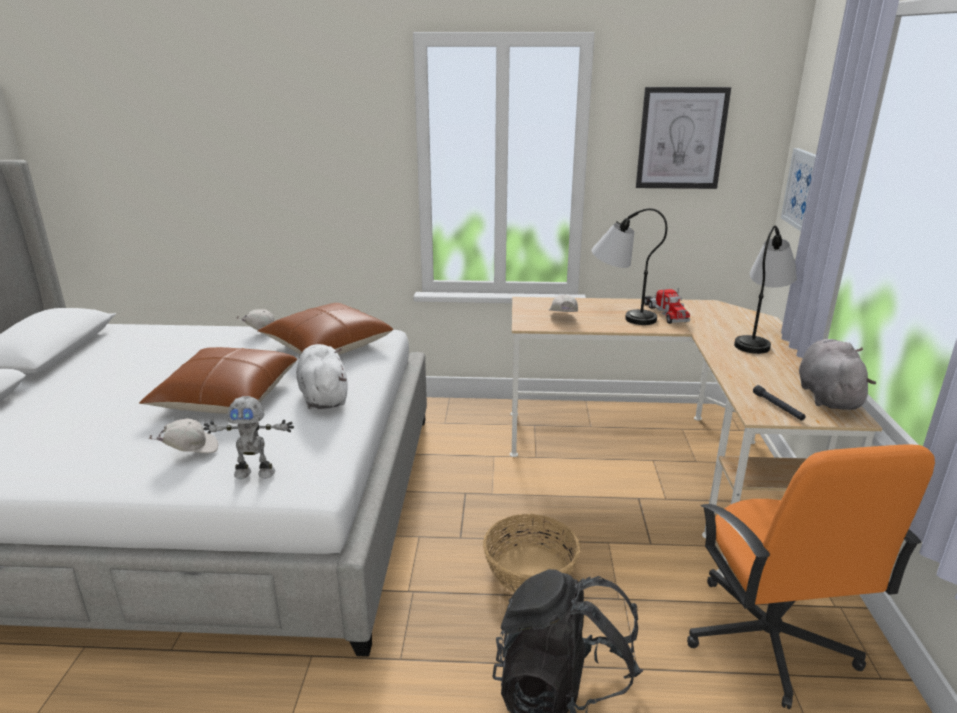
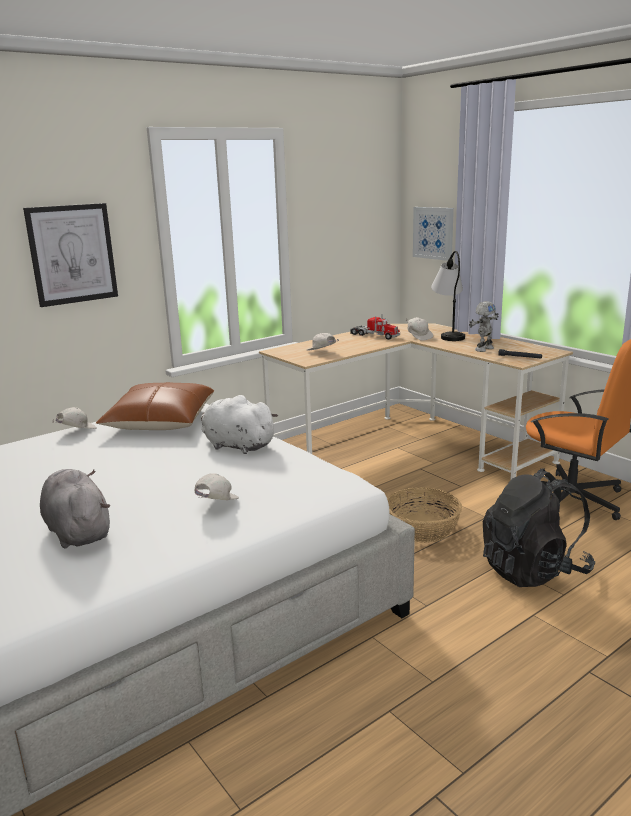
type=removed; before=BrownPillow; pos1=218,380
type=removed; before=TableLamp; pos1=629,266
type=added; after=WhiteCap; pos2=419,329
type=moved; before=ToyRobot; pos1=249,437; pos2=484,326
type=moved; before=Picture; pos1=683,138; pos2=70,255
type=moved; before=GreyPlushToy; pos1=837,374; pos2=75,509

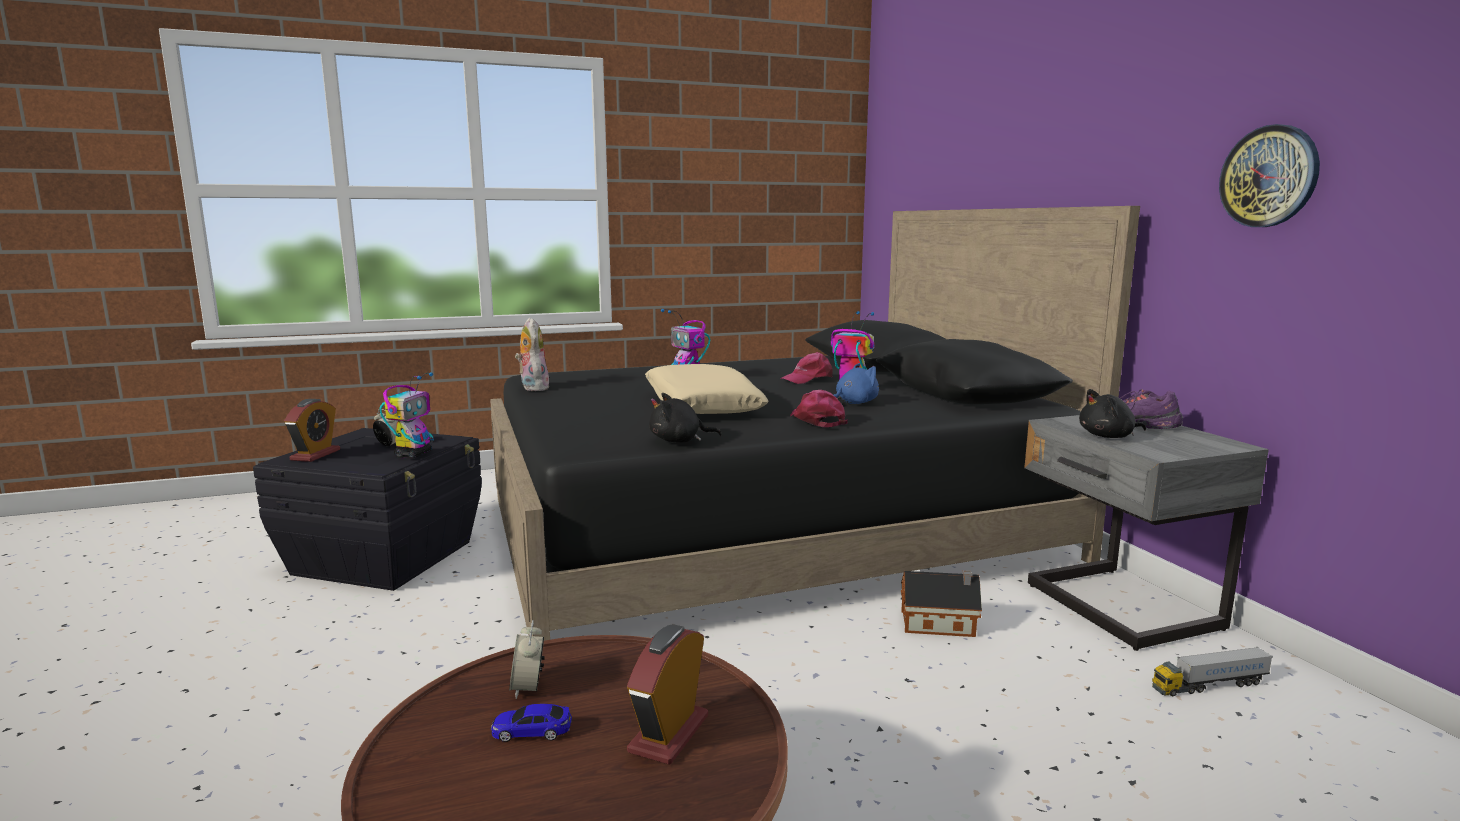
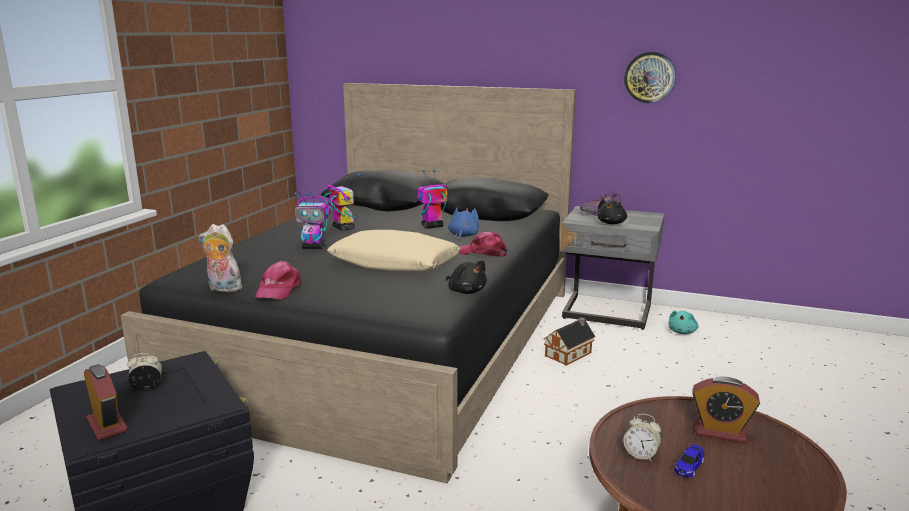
type=moved; before=ToyRobot; pos1=406,415; pos2=342,201
type=moved; before=PinkCap; pos1=806,368; pos2=278,280
type=replaced; before=ToyTruck; after=TurquoisePlushToy; pos1=1212,671; pos2=683,322
type=turned; before=AlarmClock; pos1=667,694; pos2=726,410; turn=-45
type=turned; before=BlackPlushToy; pos1=685,417; pos2=466,277; turn=-75

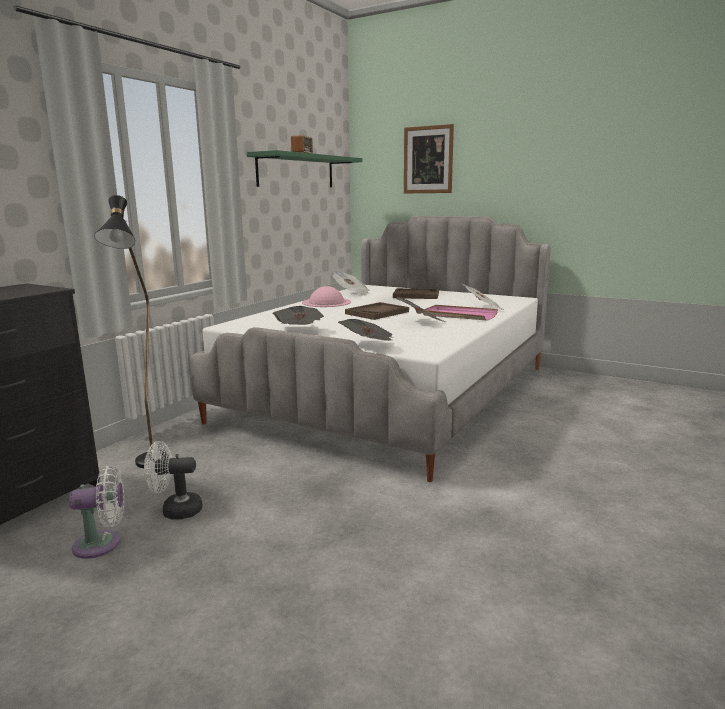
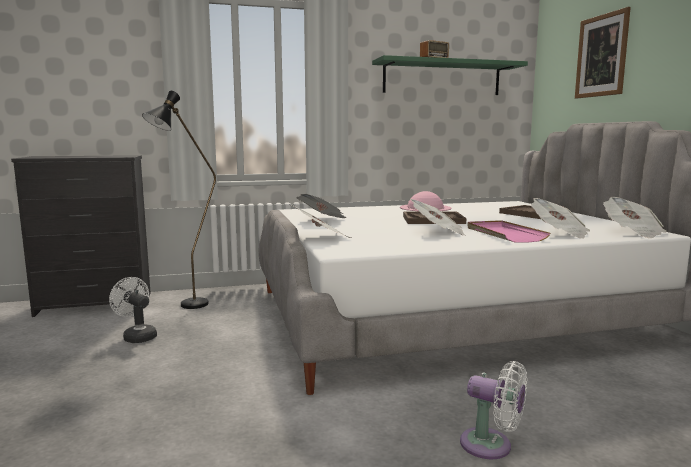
type=moved; before=WhiteFan; pos1=96,512; pos2=493,410
type=moved; before=Newspaper; pos1=351,283; pos2=635,217

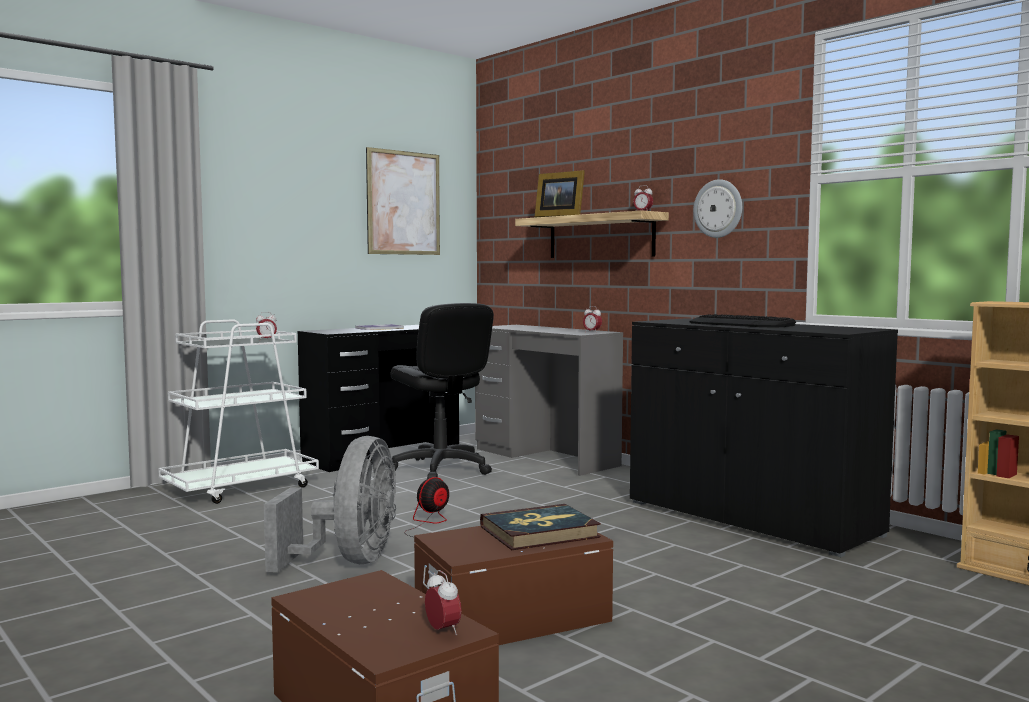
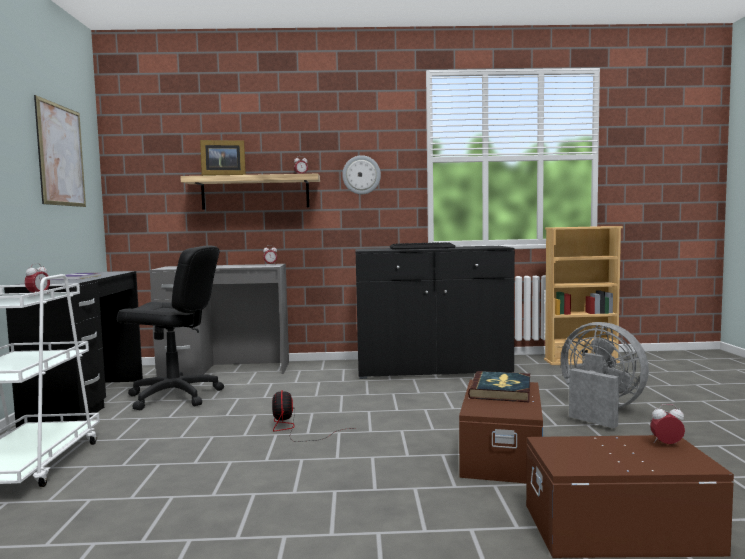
type=moved; before=GreyFan; pos1=330,504; pos2=604,375

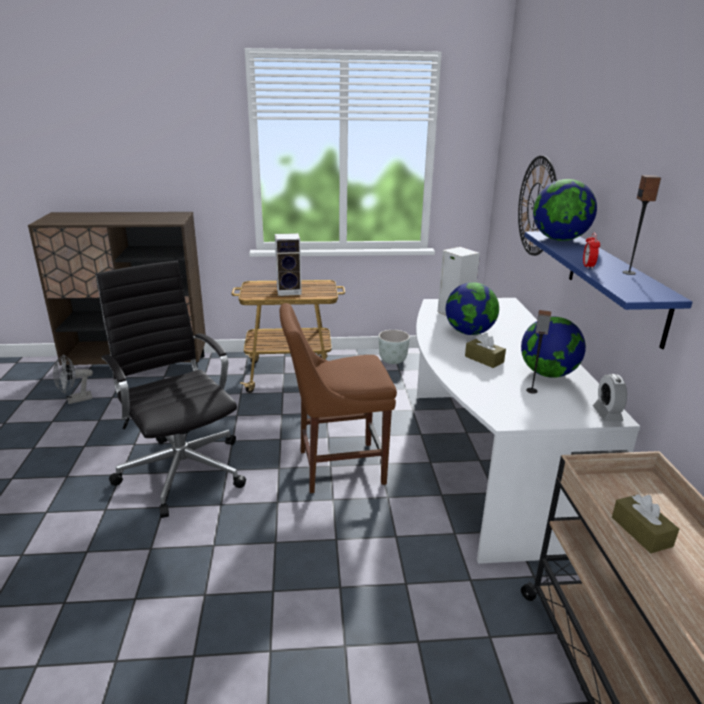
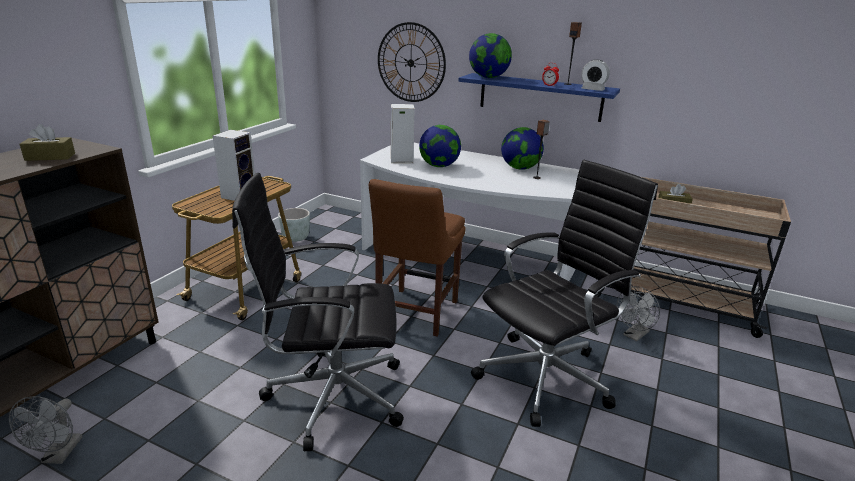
type=added; after=BlackOfficeChair; pos2=564,293
type=added; after=GreyFan; pos2=638,314
type=moved; before=BrownTissueBox; pos1=485,350; pos2=47,142
type=moved; before=AlarmClock; pos1=609,397; pos2=596,75

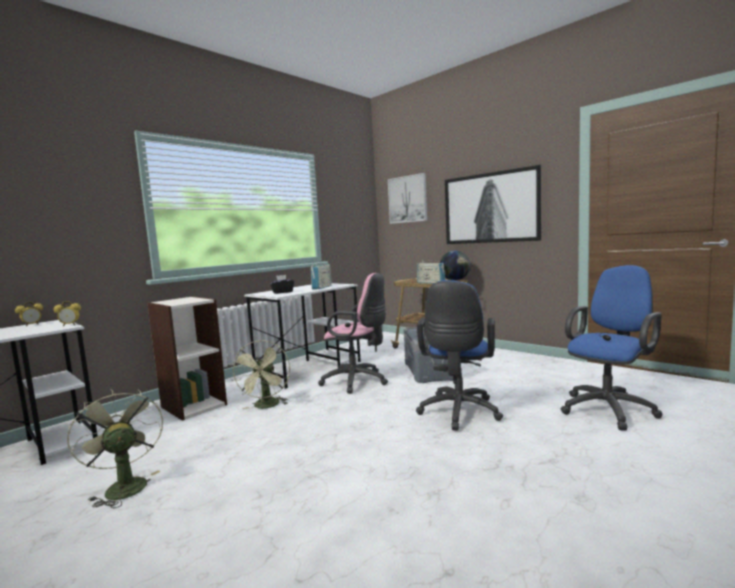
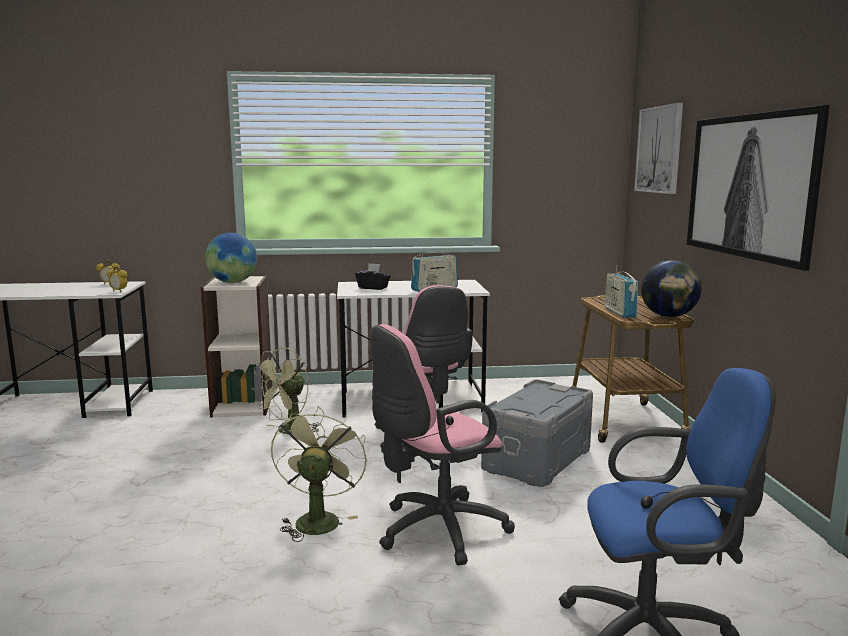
type=added; after=Globe; pos2=231,258
type=moved; before=GreenFan; pos1=115,448; pos2=319,474
type=recoloured; before=BlueOfficeChair; after=PinkOfficeChair; pos1=459,355; pos2=442,445

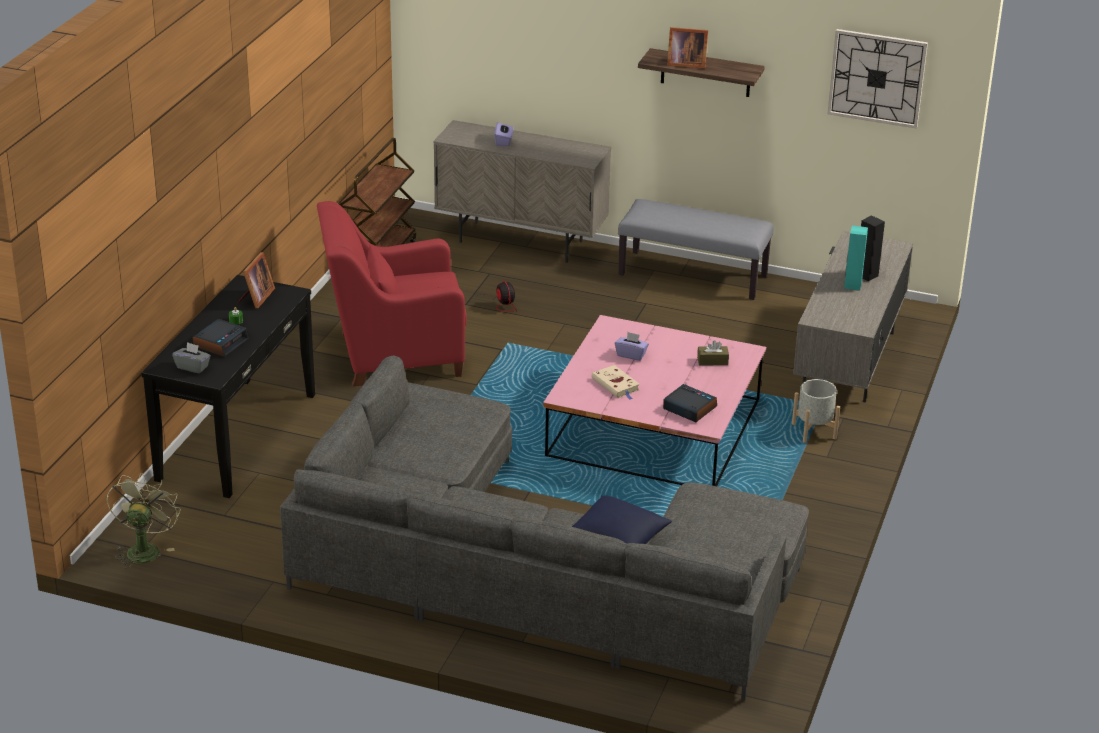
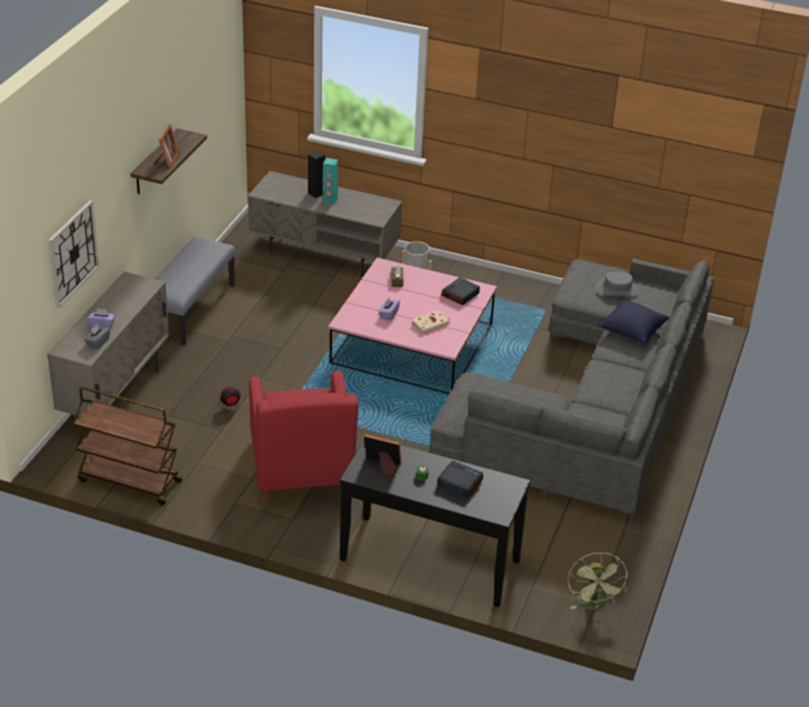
type=added; after=GreyHat; pos2=617,284
type=moved; before=GreyTissueBox; pos1=191,358; pos2=97,337
type=moved; before=WallClock; pos1=878,79; pos2=73,254
type=turned; before=GreenFan; pos1=144,521; pos2=598,581; turn=-105

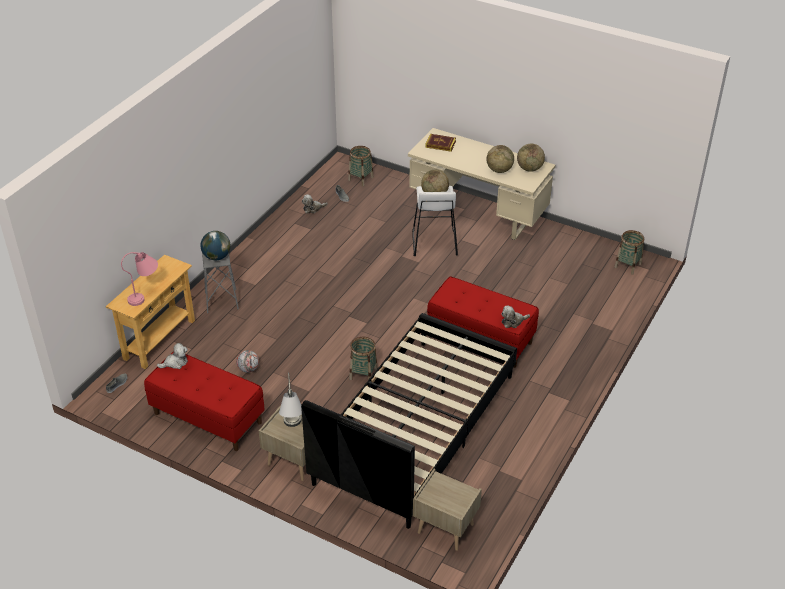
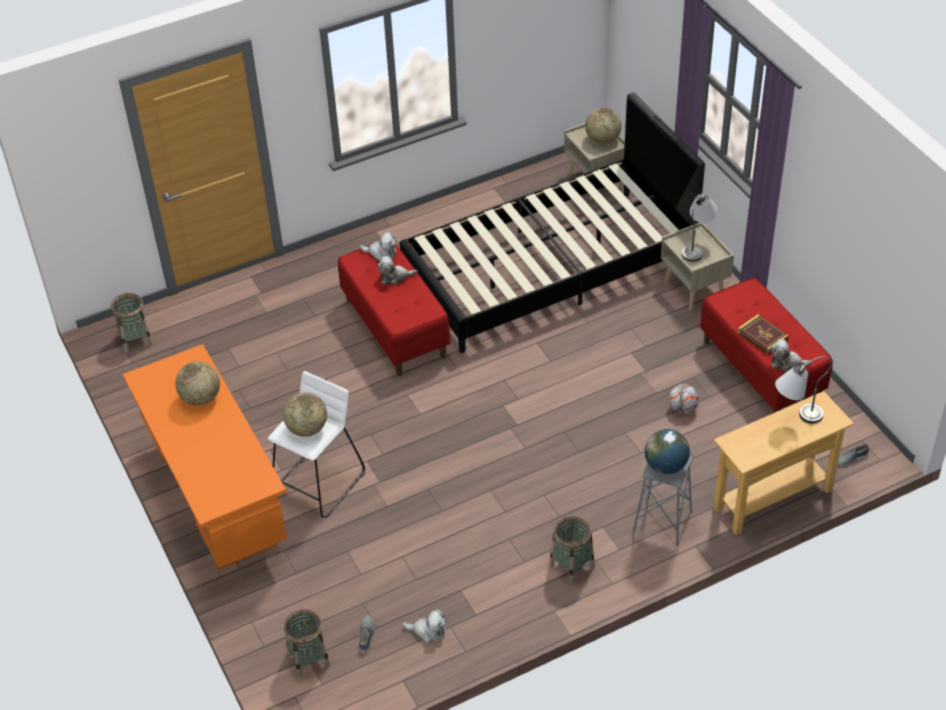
type=added; after=PlushToy; pos2=397,270
type=moved; before=Basket; pos1=363,358; pos2=572,550
type=moved; before=Book; pos1=440,143; pos2=763,334
type=moved; before=Globe; pos1=531,158; pos2=603,126
type=recoloured; before=PinkTableLamp; after=GreyTableLamp; pos1=139,279; pos2=803,390
type=recoloured; before=BeigeDesk; after=OrangeDesk; pos1=482,184; pos2=205,457

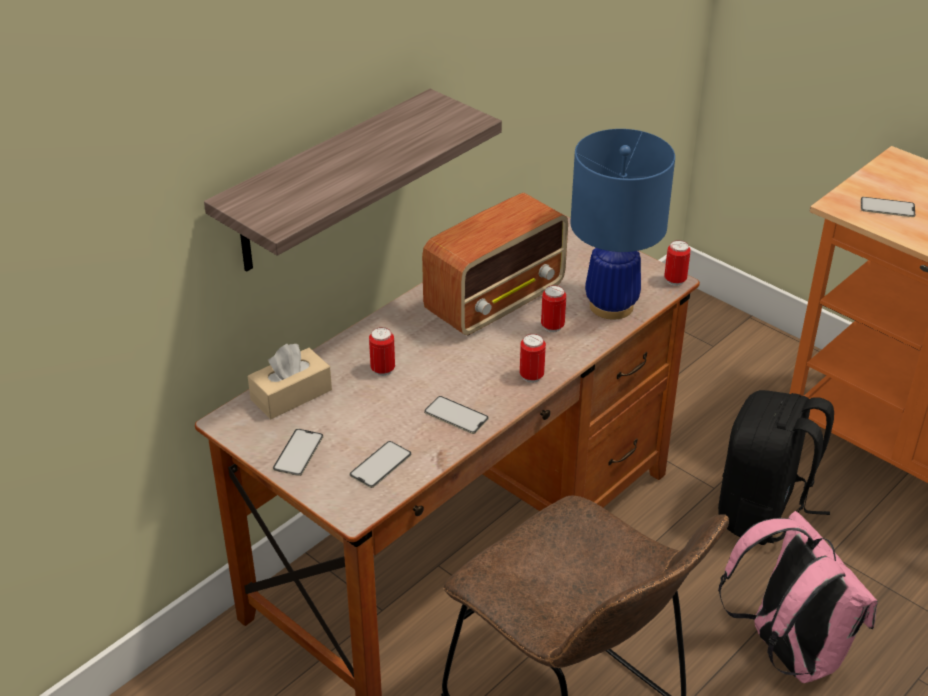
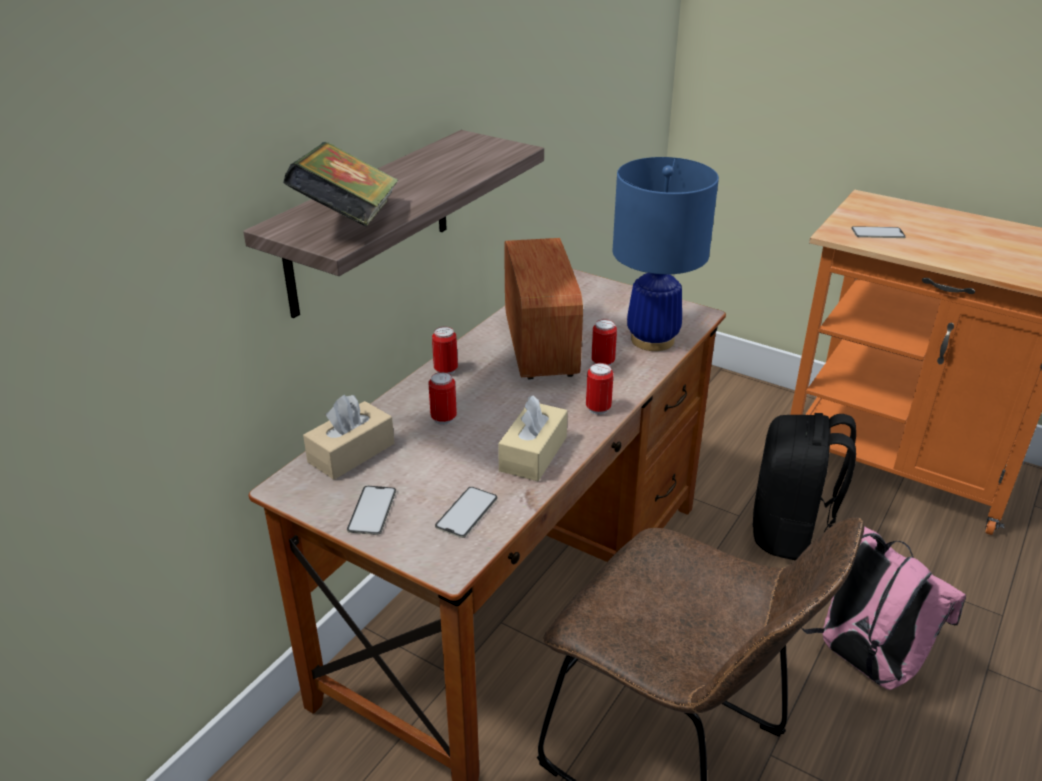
type=added; after=Book; pos2=340,184
type=moved; before=Can; pos1=677,263; pos2=445,351
type=replaced; before=Phone; after=BeigeTissueBox; pos1=456,415; pos2=533,438
type=turned; before=Radio; pos1=495,264; pos2=543,309; turn=-45

